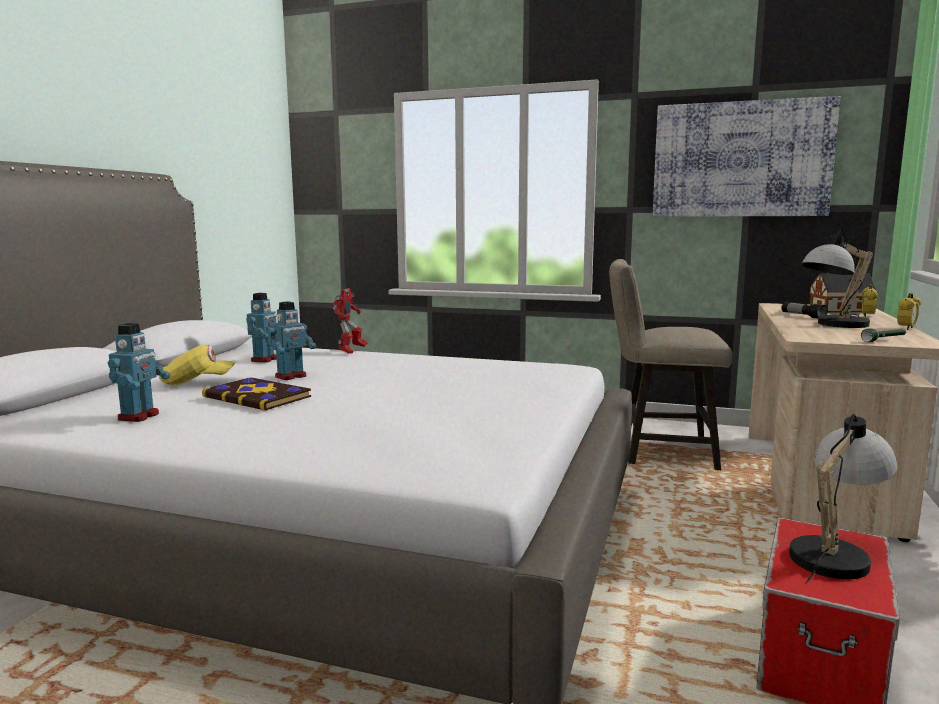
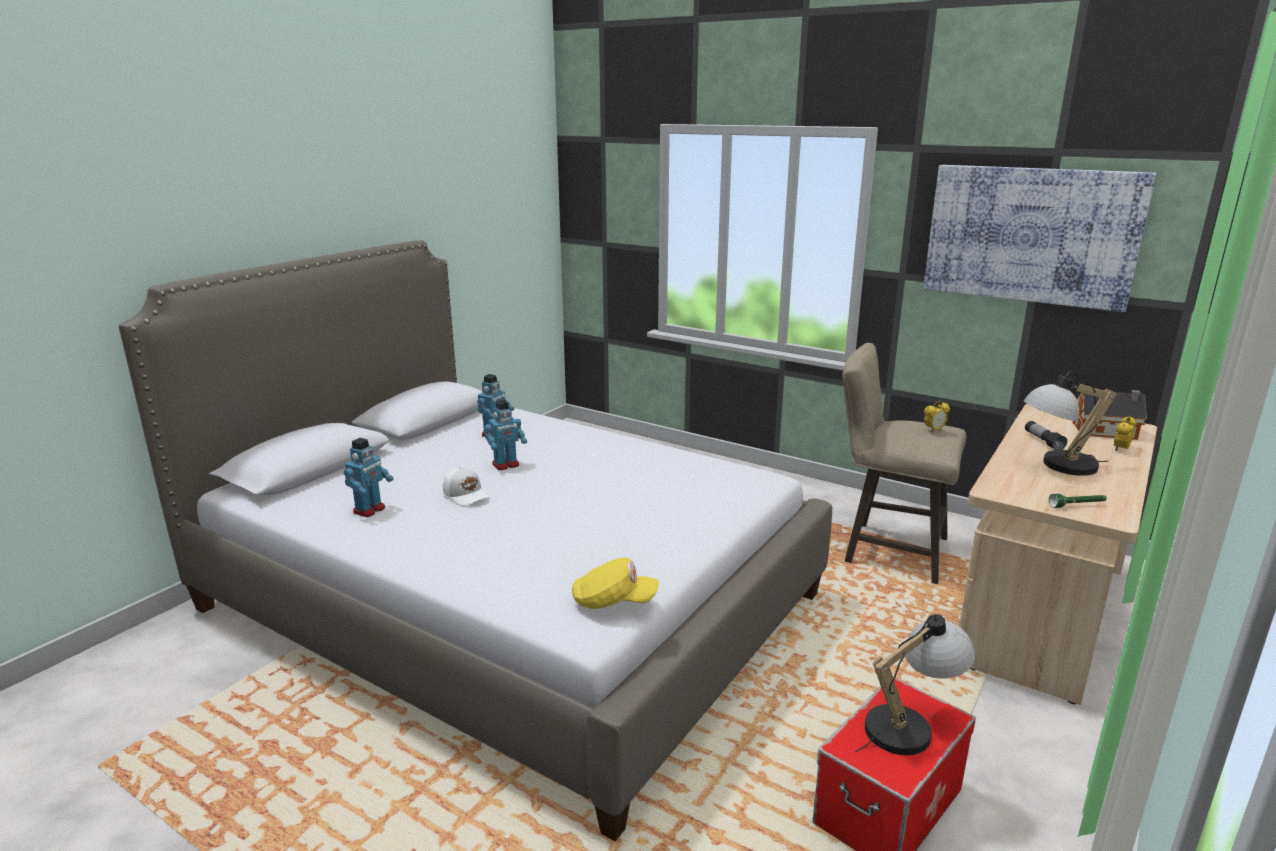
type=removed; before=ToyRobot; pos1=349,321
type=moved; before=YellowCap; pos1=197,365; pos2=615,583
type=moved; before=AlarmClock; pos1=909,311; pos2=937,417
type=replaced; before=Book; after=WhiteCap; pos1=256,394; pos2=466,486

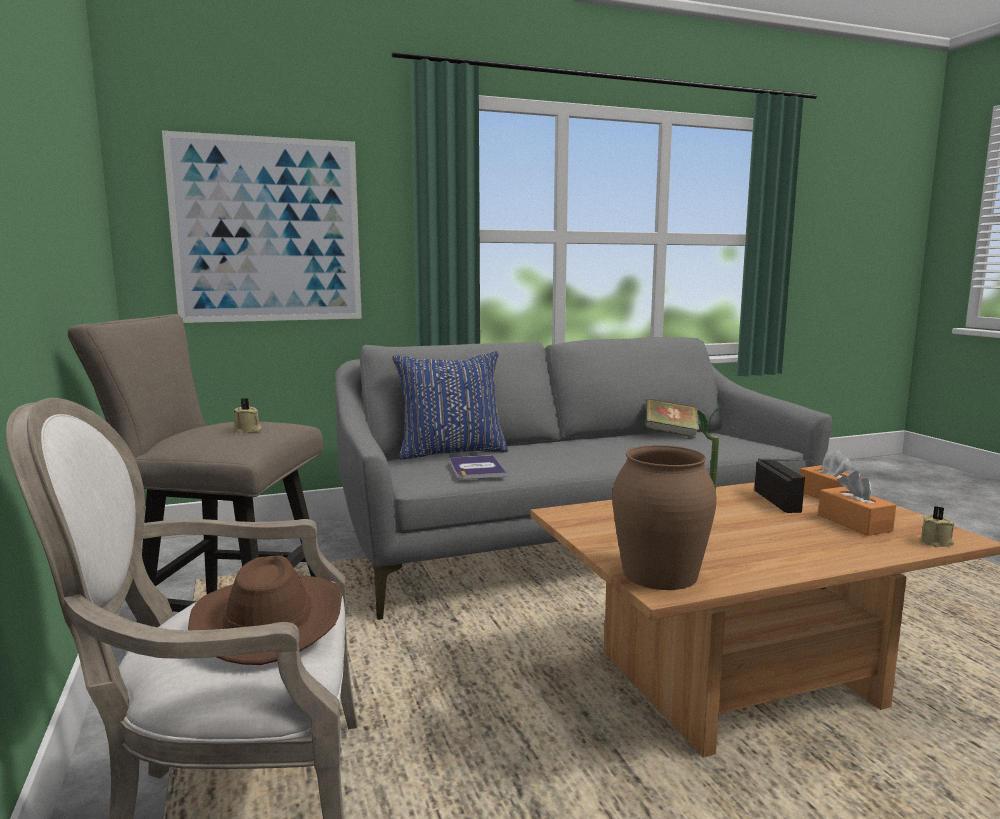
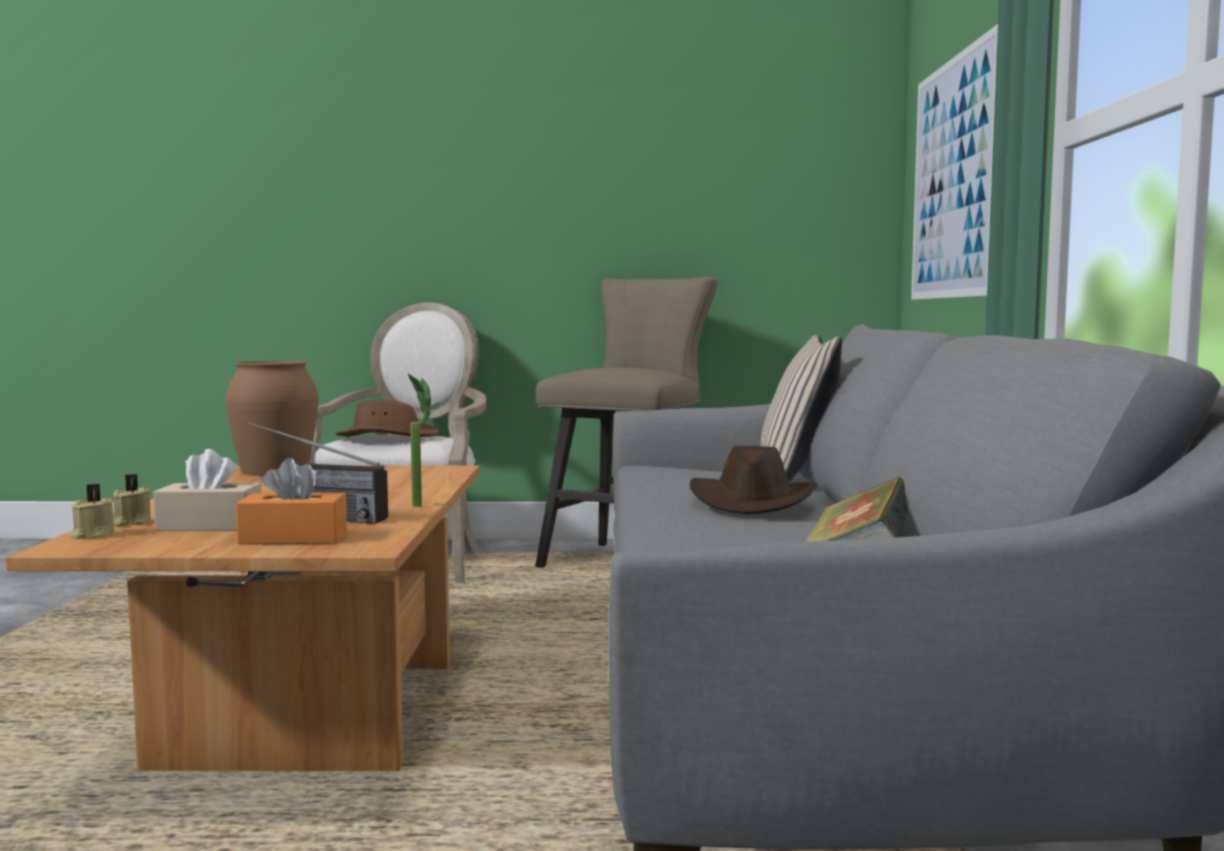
type=removed; before=Book; pos1=478,467
type=added; after=BrownHat; pos2=753,480
type=moved; before=BeigeCandle; pos1=248,415; pos2=132,500
type=recoloured; before=BluePillow; after=BeigePillow; pos1=450,405; pos2=801,408
type=recoloured; before=OrangeTissueBox; after=BeigeTissueBox; pos1=857,503; pos2=207,490

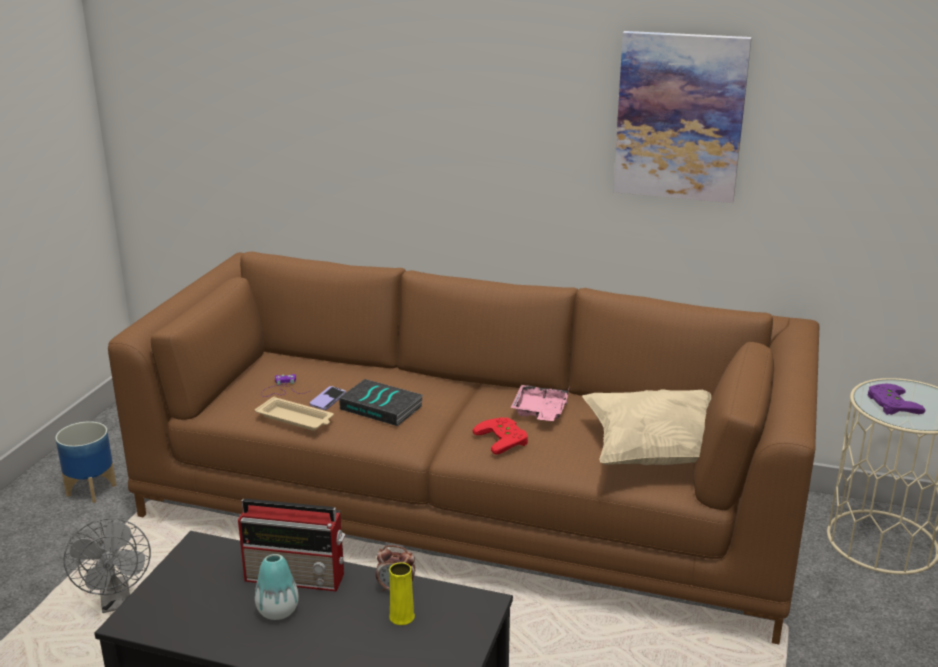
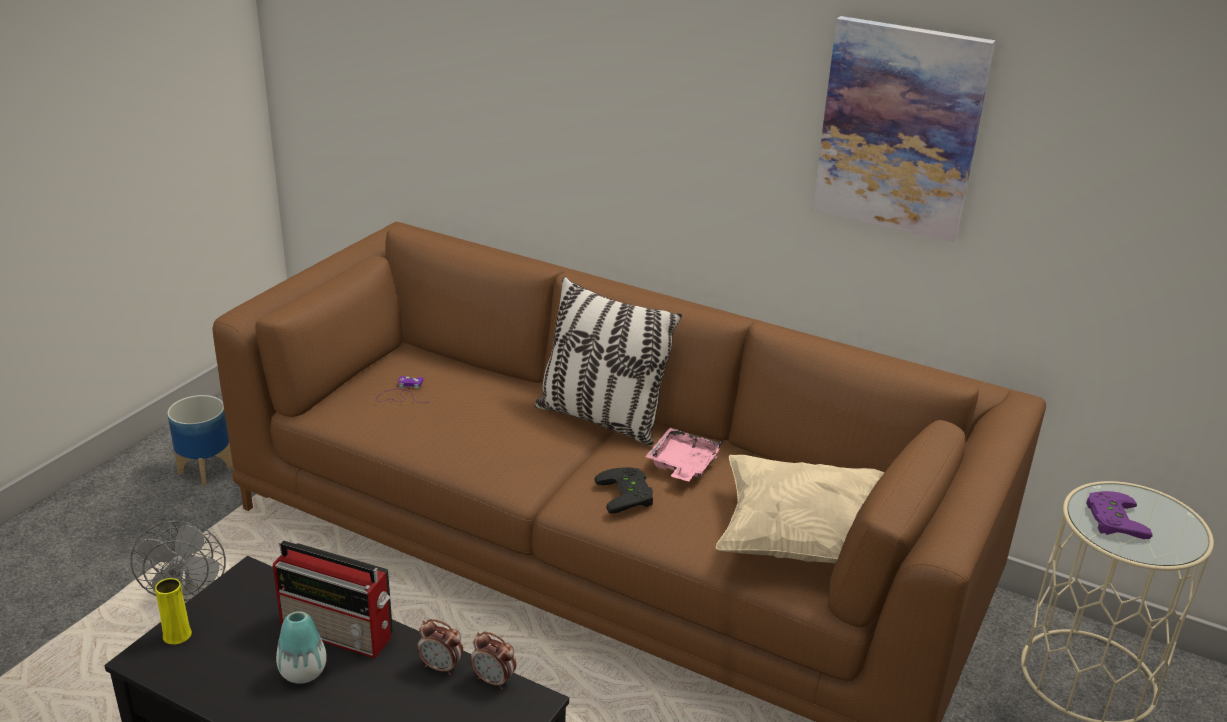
type=removed; before=BeigeTray; pos1=294,413
type=removed; before=Phone; pos1=328,398
type=removed; before=Book; pos1=381,402
type=added; after=AlarmClock; pos2=493,660
type=added; after=Pillow; pos2=608,361
type=moved; before=YellowVase; pos1=402,593; pos2=173,611
type=recoloured; before=RedGameController; after=BlackGameController; pos1=500,436; pos2=623,490

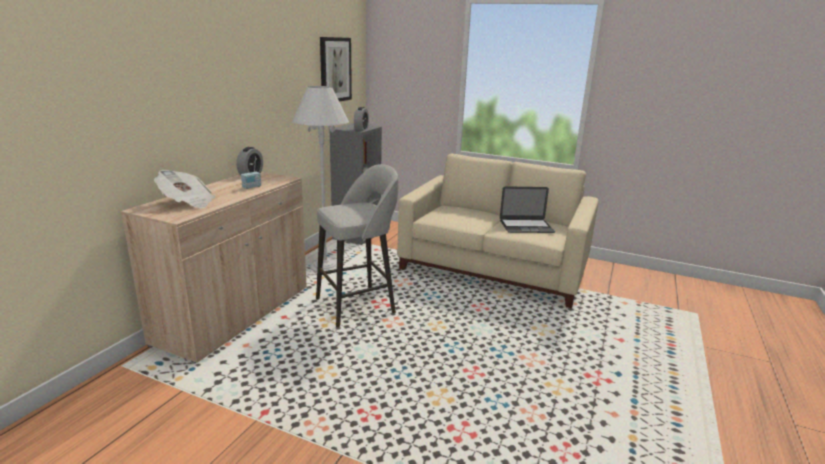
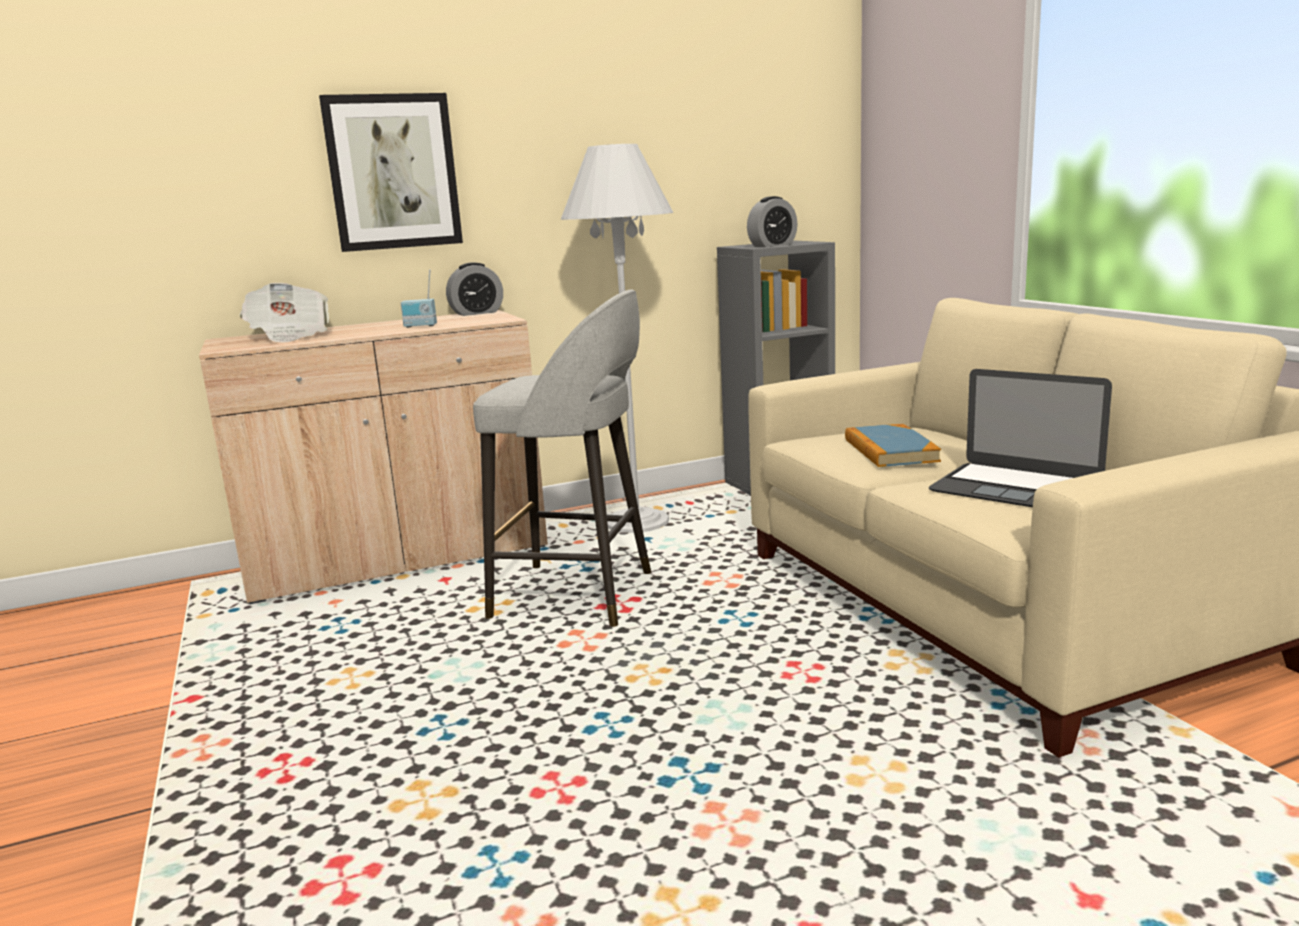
type=added; after=Book; pos2=893,445
type=moved; before=Picture; pos1=336,69; pos2=391,172

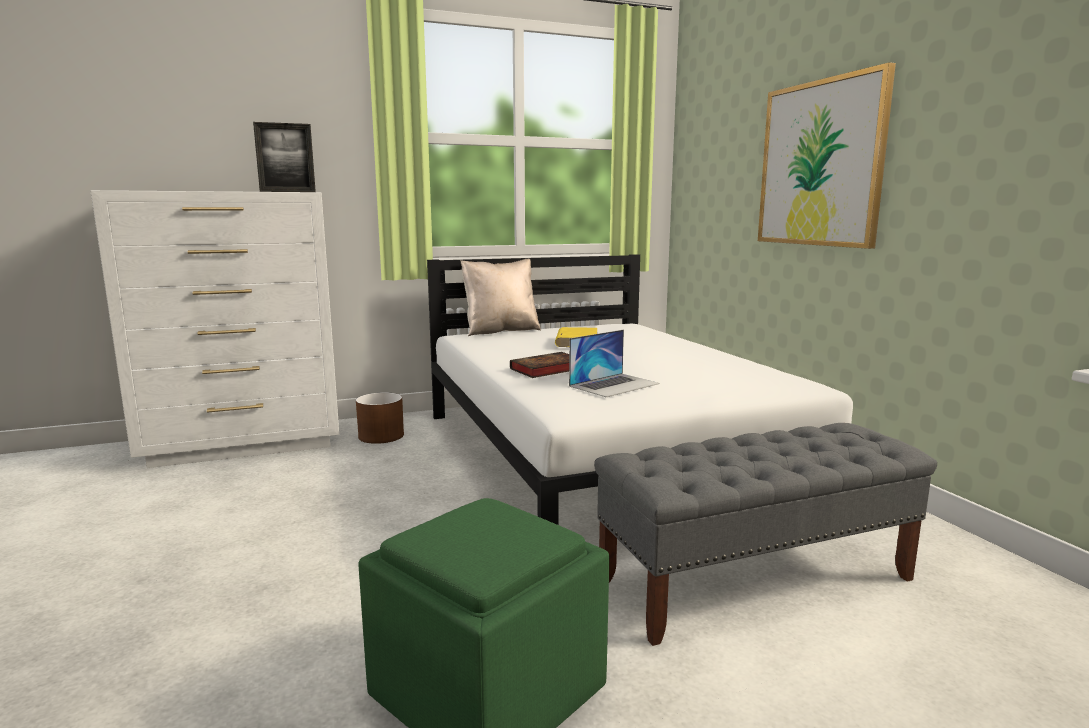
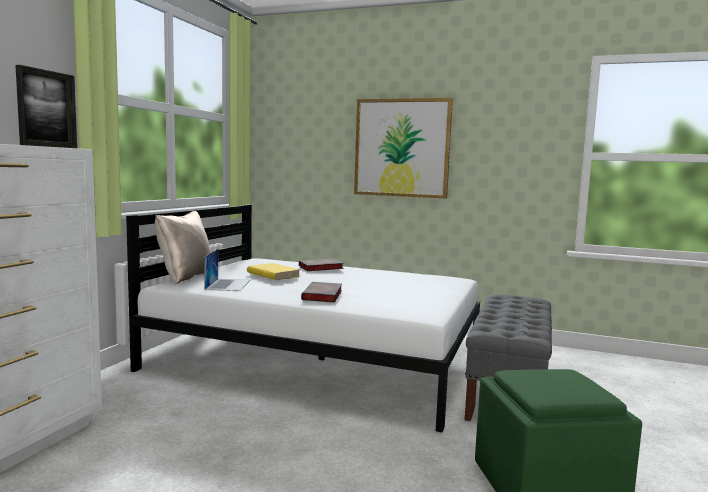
type=removed; before=BrownPlanter; pos1=380,418
type=added; after=Book; pos2=321,265
type=moved; before=Laptop; pos1=614,363; pos2=227,270

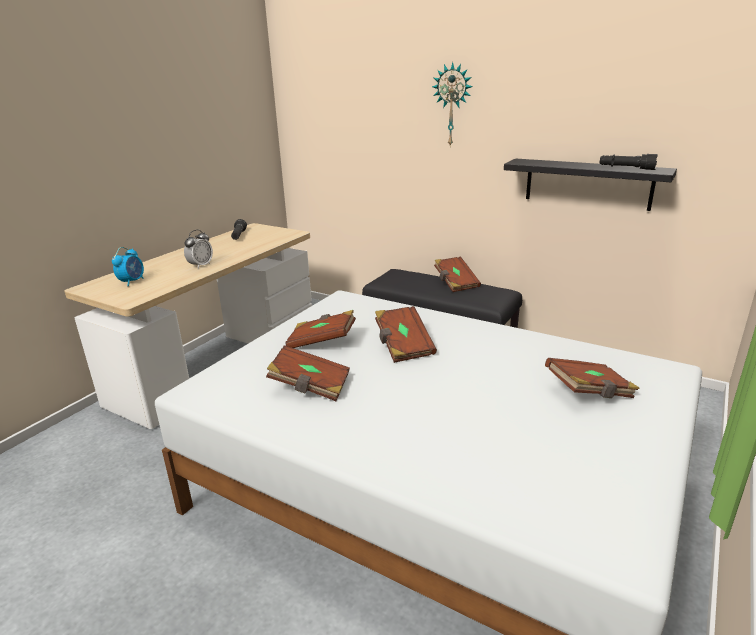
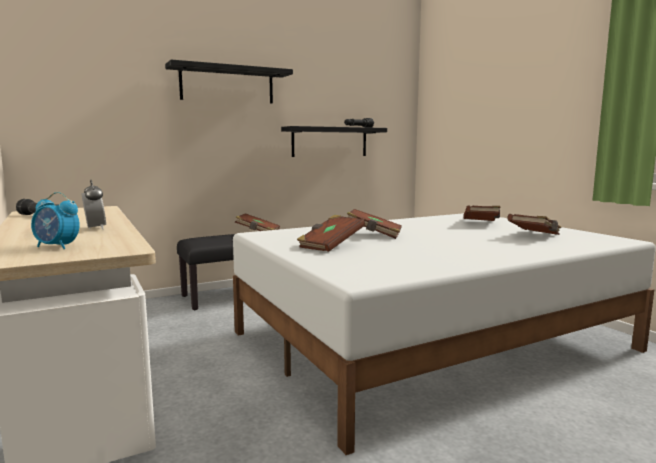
type=moved; before=BrownBook; pos1=308,373; pos2=535,224
type=replaced; before=WallClock; after=BlackShelf; pos1=452,104; pos2=229,82
type=turned; before=AlarmClock; pos1=128,267; pos2=55,220; turn=150

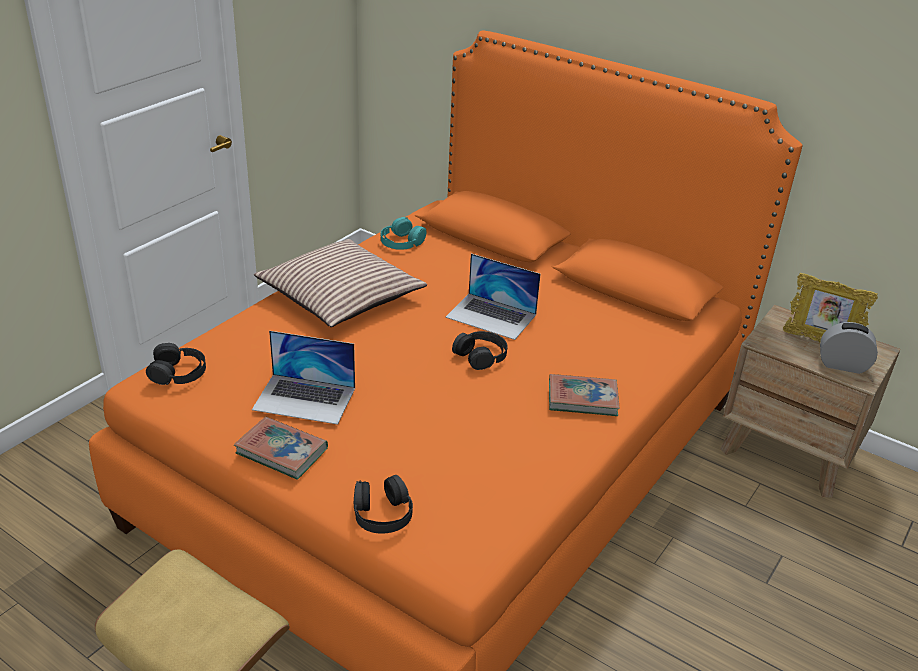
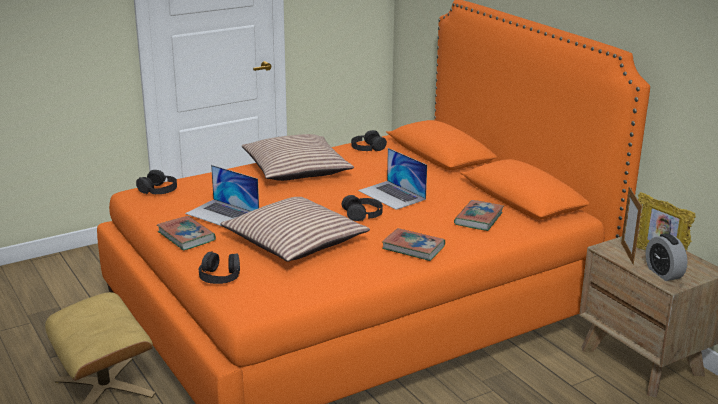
type=added; after=Pillow; pos2=295,229
type=added; after=Book; pos2=479,215
type=added; after=PictureFrame; pos2=631,226
type=recoloured; before=TurquoiseHeadphones; after=BlackHeadphones; pos1=403,233; pos2=369,141
type=turned; before=AlarmClock; pos1=849,348; pos2=667,257; turn=-150

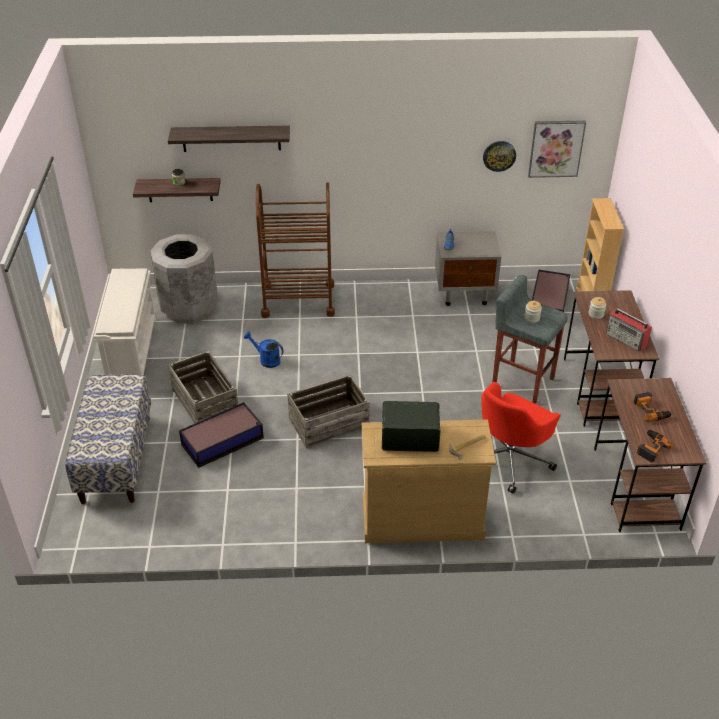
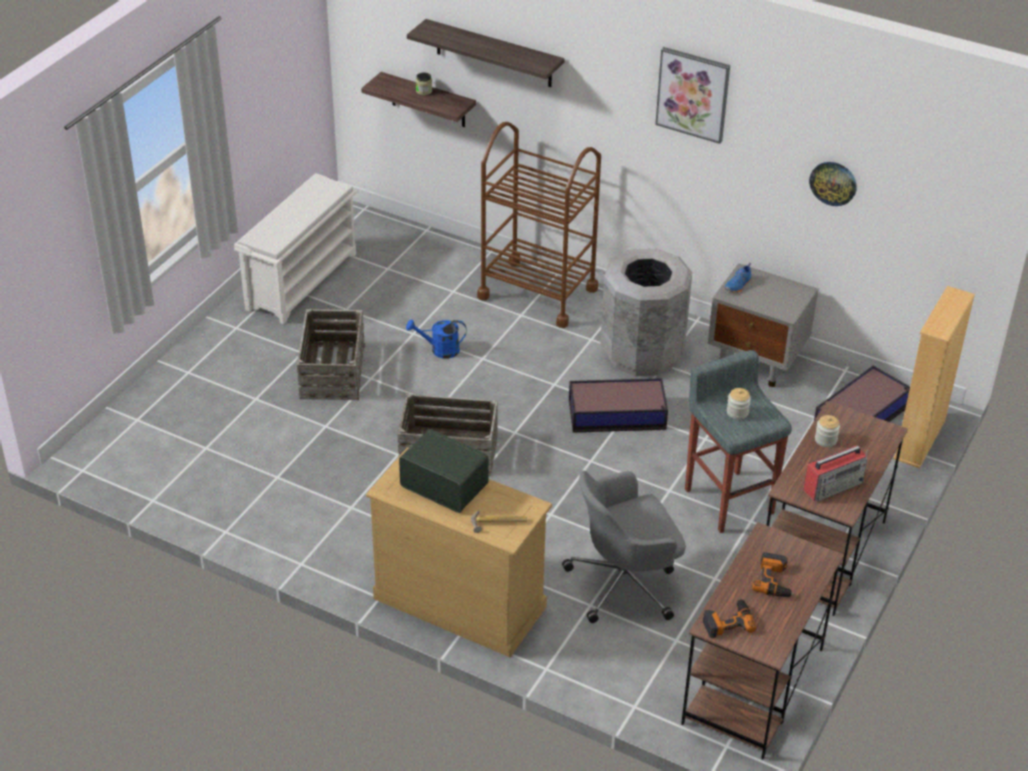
type=removed; before=Bench; pos1=108,439
type=moved; before=GreyTrashCan; pos1=184,279; pos2=646,312
type=moved; before=StorageBox; pos1=221,435; pos2=618,405
type=moved; before=Picture; pos1=557,149; pos2=692,95
type=recoloured; before=RedOfficeChair; after=GreyOfficeChair; pos1=521,438; pos2=624,546
type=turned; before=BlueWateringCan; pos1=263,350; pos2=436,339; turn=-60
type=turned; before=Radio; pos1=629,329; pos2=835,473; turn=-105

